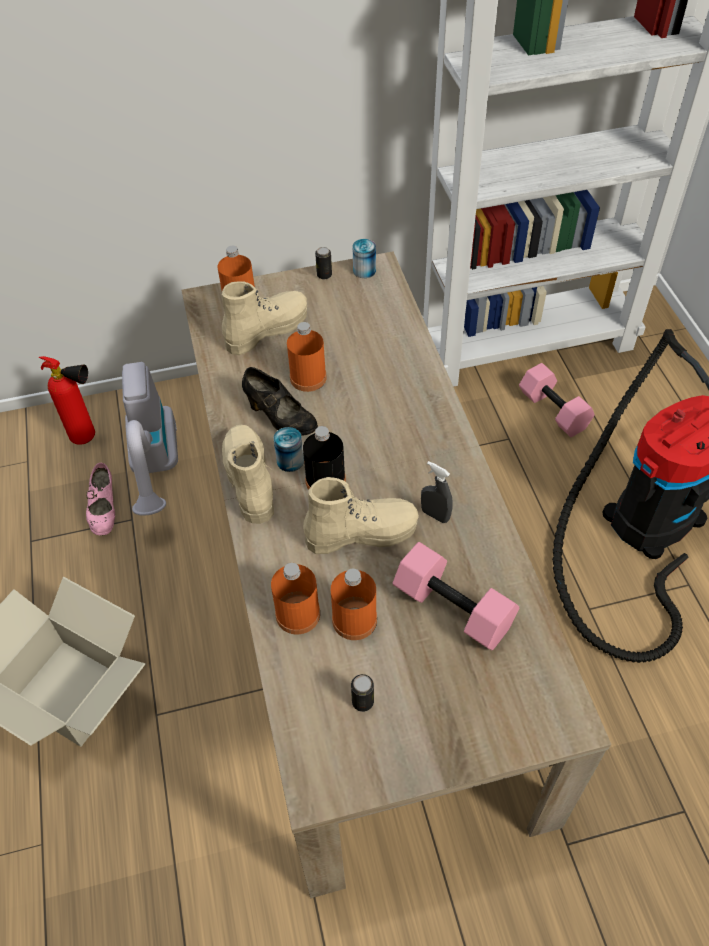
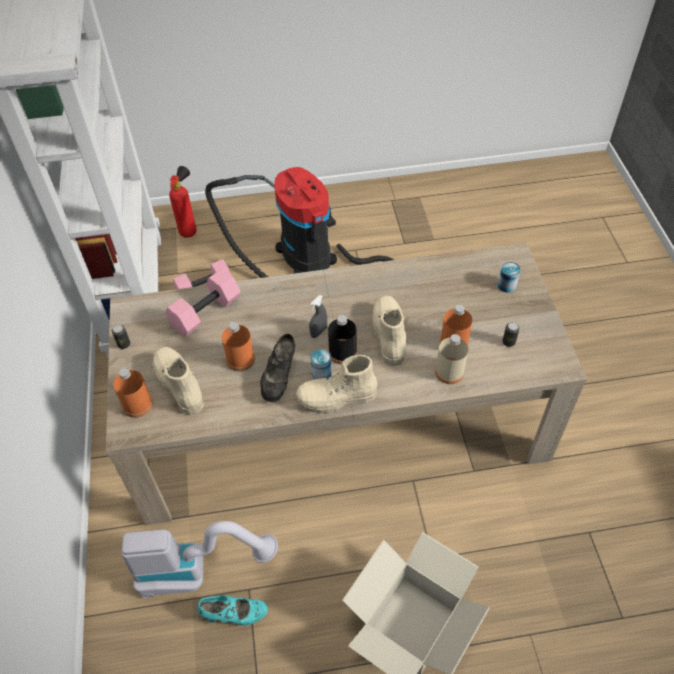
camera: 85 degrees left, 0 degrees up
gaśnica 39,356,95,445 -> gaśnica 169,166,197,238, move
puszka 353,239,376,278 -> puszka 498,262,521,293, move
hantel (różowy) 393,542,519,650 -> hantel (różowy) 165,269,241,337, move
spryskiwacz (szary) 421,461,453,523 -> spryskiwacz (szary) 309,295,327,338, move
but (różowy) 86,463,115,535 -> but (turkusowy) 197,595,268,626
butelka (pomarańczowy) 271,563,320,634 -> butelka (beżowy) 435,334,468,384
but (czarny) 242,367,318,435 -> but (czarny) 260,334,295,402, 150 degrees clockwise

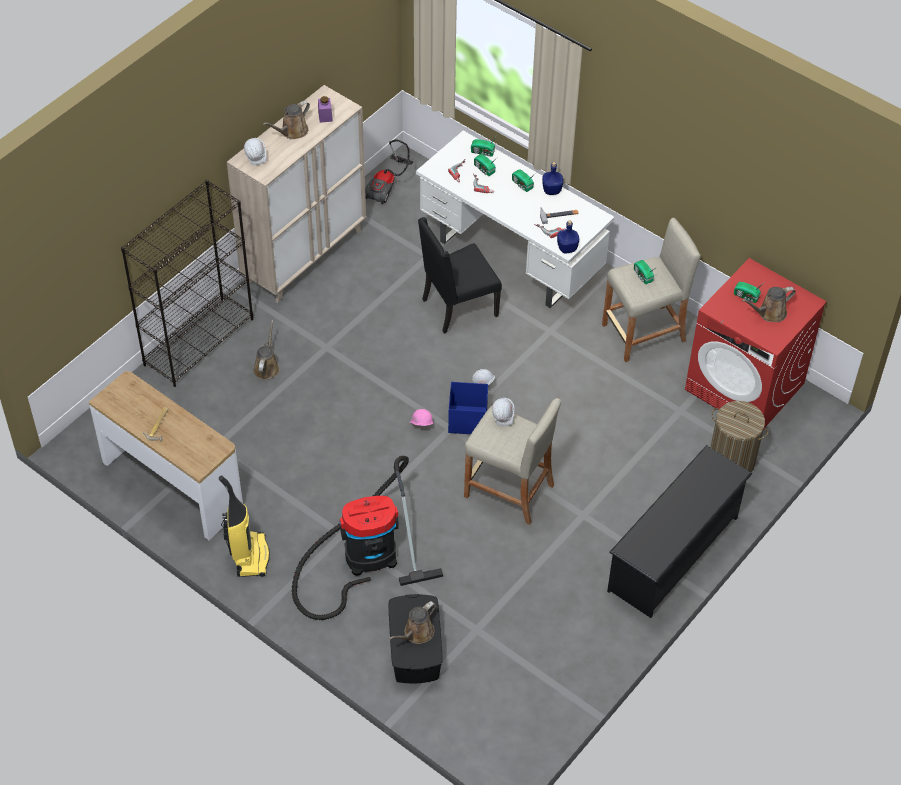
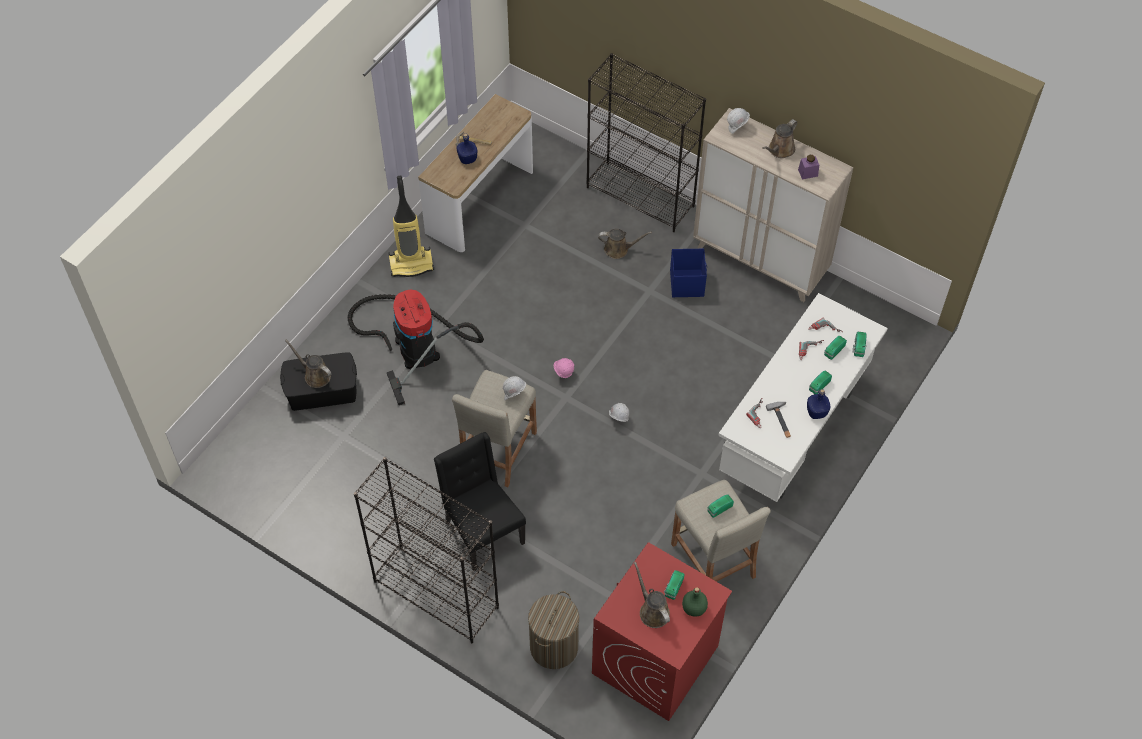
camera: 85 degrees right, 5 degrees up
odkurzacz 365,139,413,204 -> none
none -> butelka (zielony) 682,587,708,617
krzesło (czarny) 418,217,502,333 -> krzesło (czarny) 434,432,526,571, move
pojemnik do przechowywania (niebieski) 448,382,488,434 -> pojemnik do przechowywania (niebieski) 670,248,707,297, move
butelka (niebieski) 557,220,579,253 -> butelka (niebieski) 457,134,477,164, move
regał na buty (czarny) 607,445,752,618 -> regał (czarny) 354,457,499,644
konewka (brązowy) 263,101,310,139 -> konewka (brązowy) 762,119,797,158, 90 degrees counterclockwise

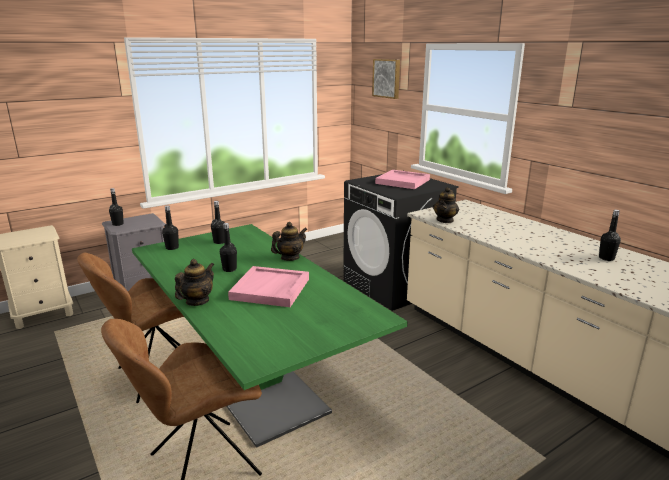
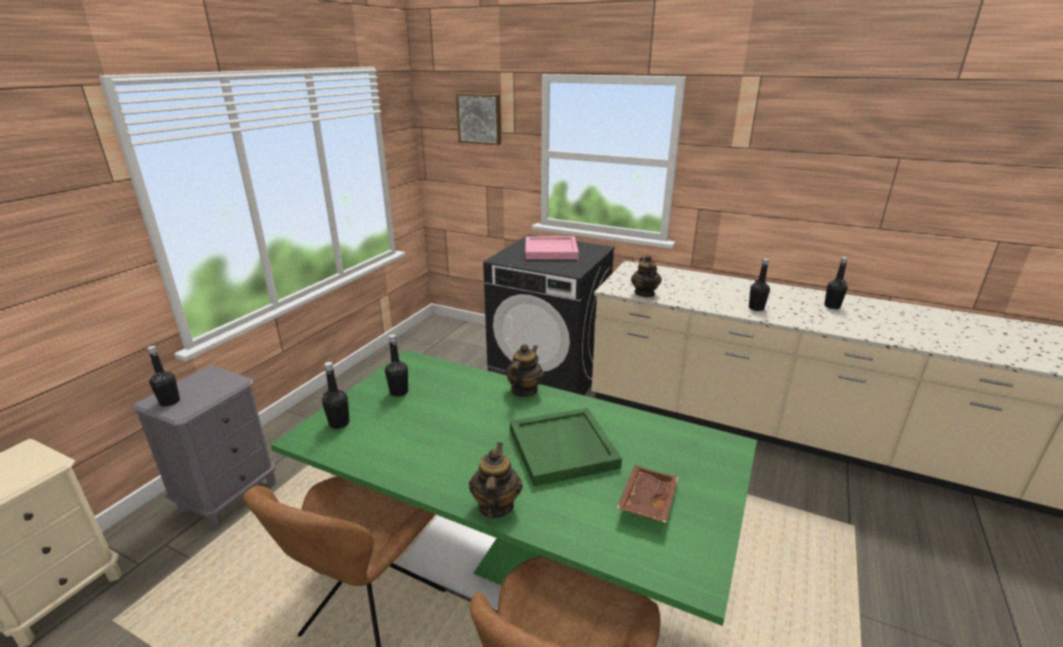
camera: 30 degrees left, 5 degrees up
none -> taca (brązowy) 617,465,678,523
butelka (czarny) 220,223,237,272 -> butelka (czarny) 749,258,770,311, move
taca (różowy) 228,266,309,307 -> taca (zielony) 510,408,622,487

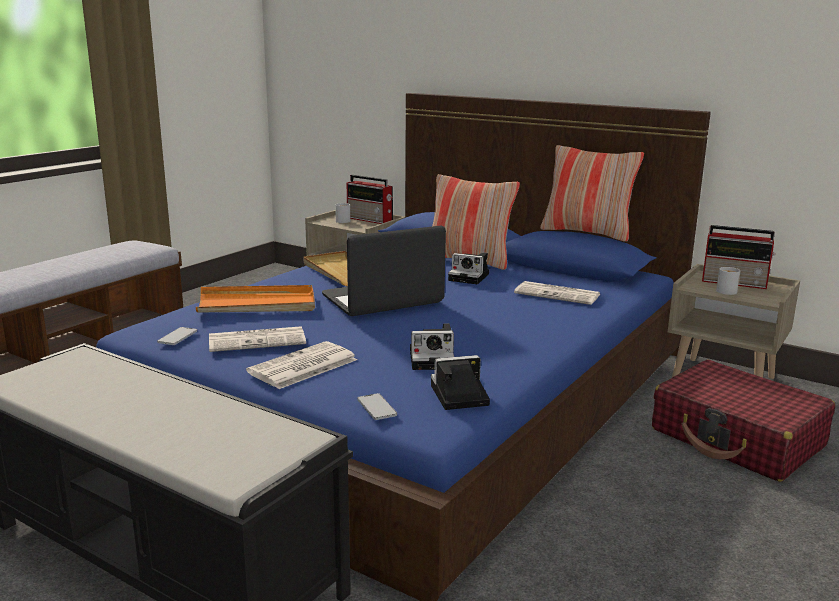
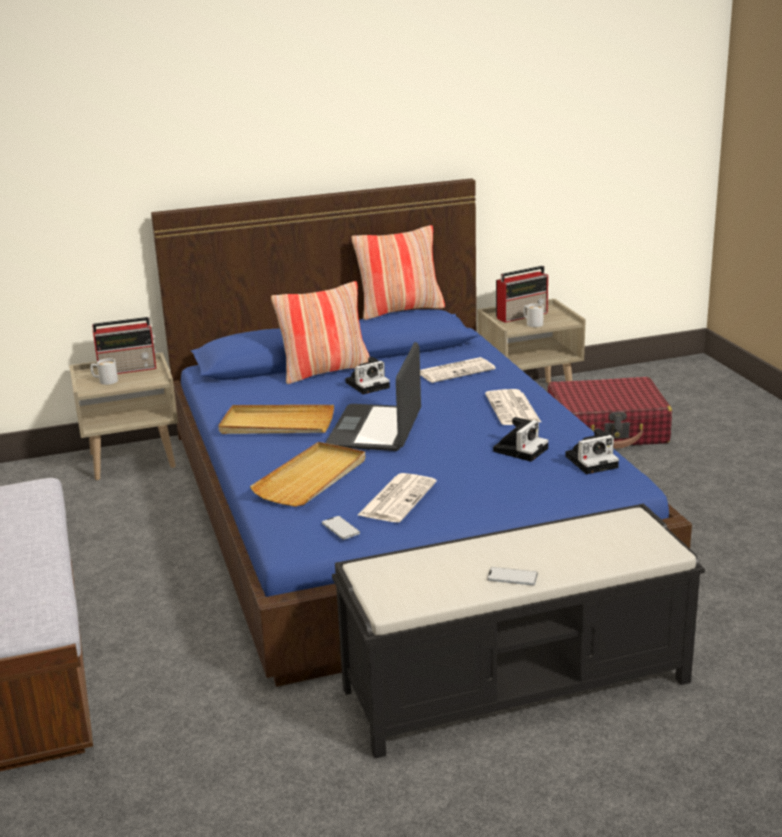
camera: 50 degrees left, 5 degrees up
gazeta 246,341,357,389 -> gazeta 485,389,541,425, move
telefon 357,393,397,420 -> telefon 487,567,538,585, move
taca (pomarańczowy) 196,285,315,313 -> taca (beżowy) 250,442,365,507
aparat fotograficzny 431,355,490,410 -> aparat fotograficzny 565,428,619,474, 135 degrees counterclockwise

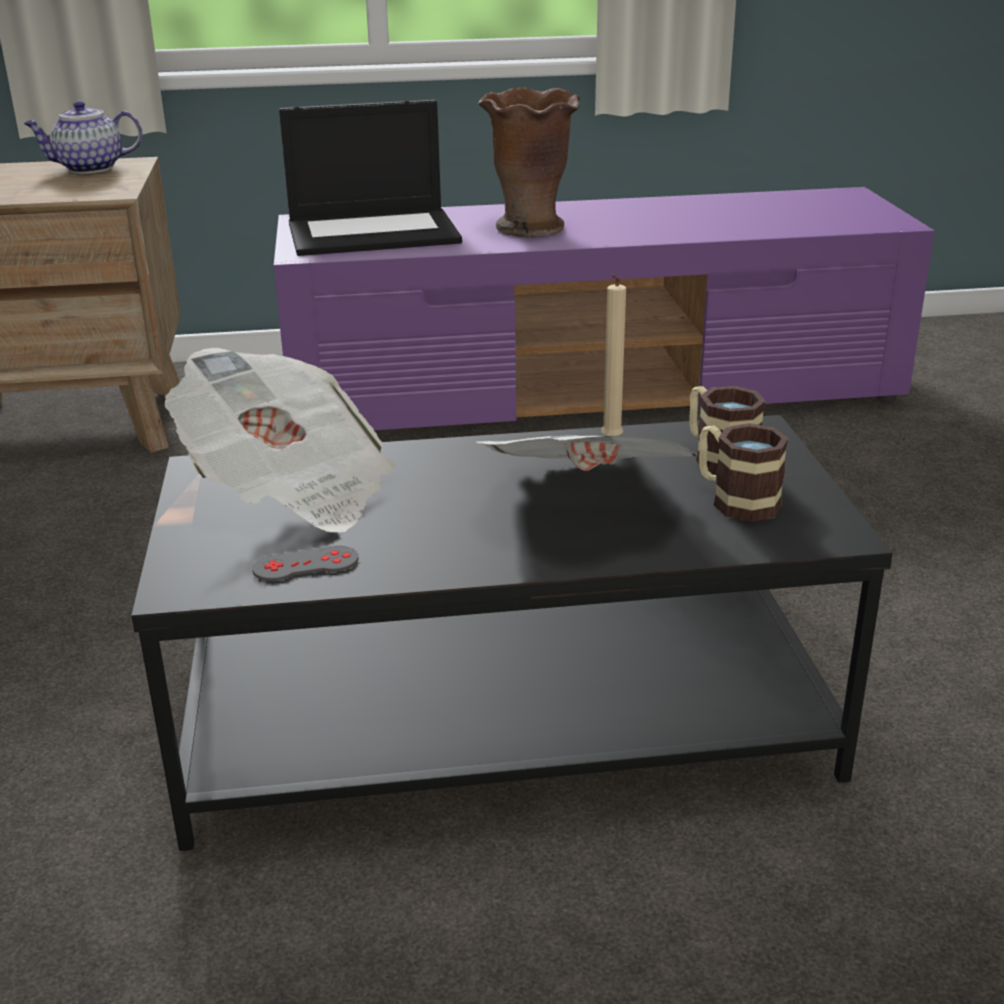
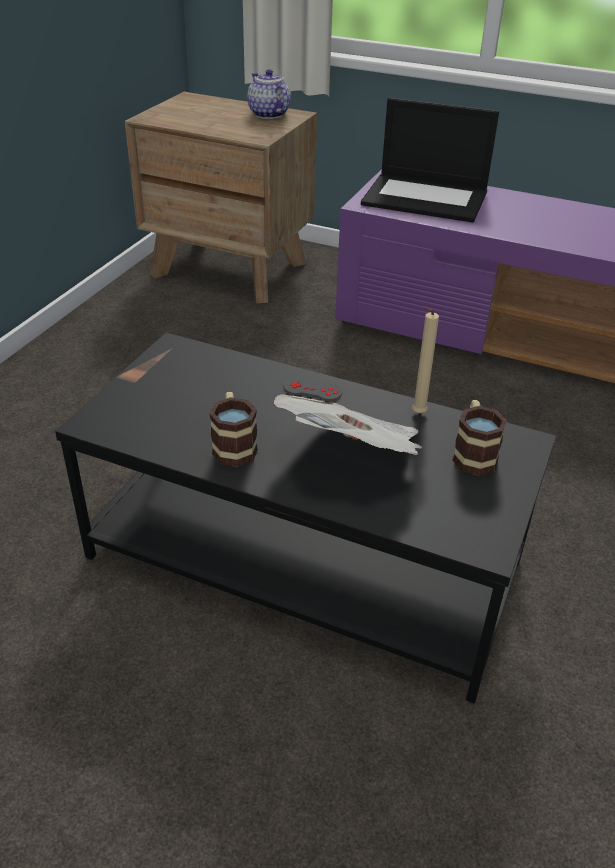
camera: 30 degrees right, 10 degrees up
gazeta 165,347,396,532 -> none
wazon (brązowy) 478,87,580,237 -> none
pad do gier (szary) 252,545,359,581 -> pad do gier (szary) 283,378,342,401, move
kubek 699,423,789,522 -> kubek 209,392,258,467, move
imbryk 24,101,143,174 -> imbryk 247,69,291,119, 45 degrees clockwise

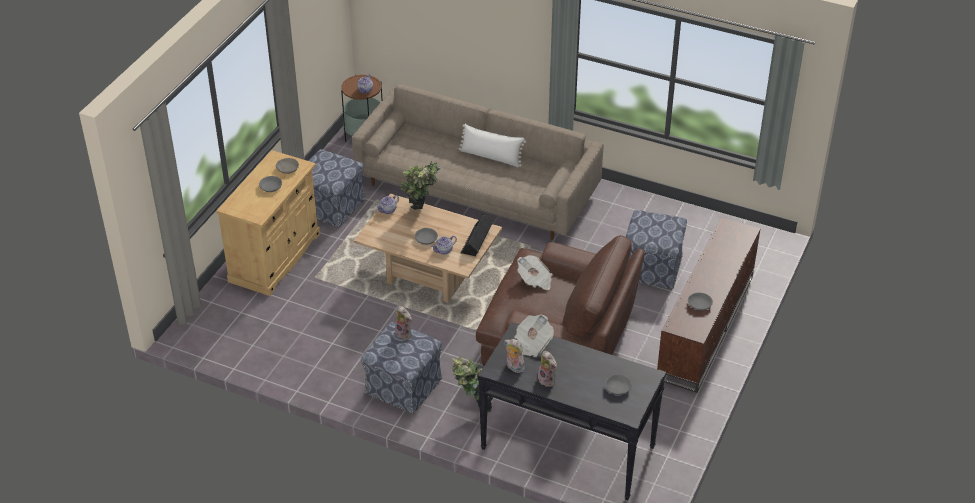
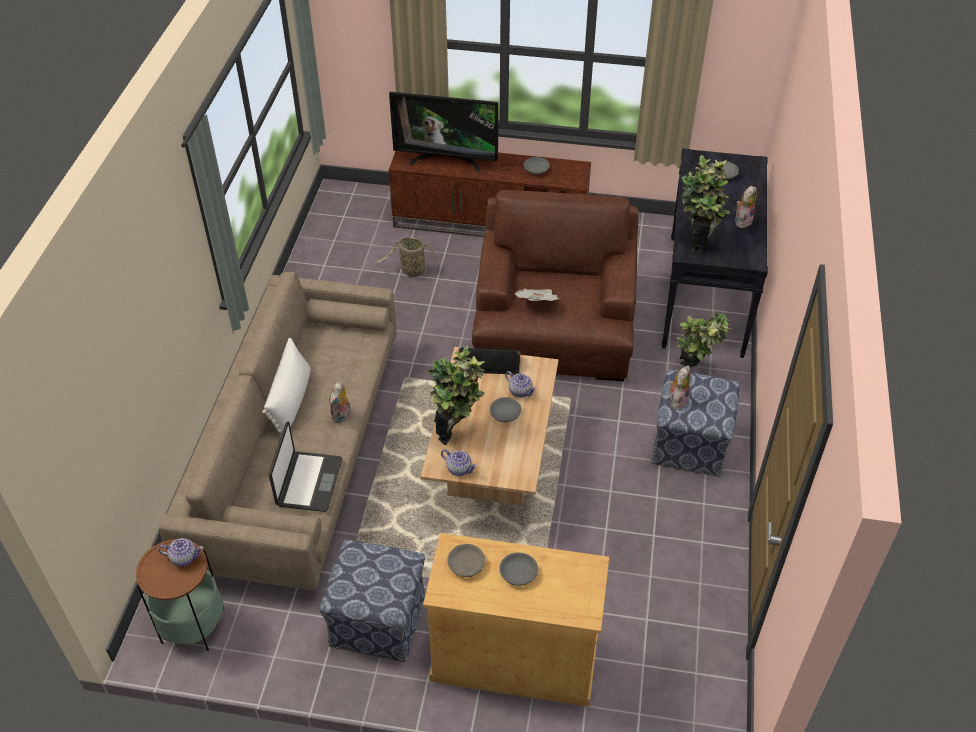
camera: 105 degrees left, 5 degrees up
none -> laptop 269,421,342,512
none -> telewizor 389,92,498,172
pluszak 505,339,527,373 -> pluszak 329,381,351,424, move
gazeta 514,315,554,357 -> roślina doniczkowa 681,155,730,254
pufa 626,210,687,289 -> koszyk 375,237,440,277

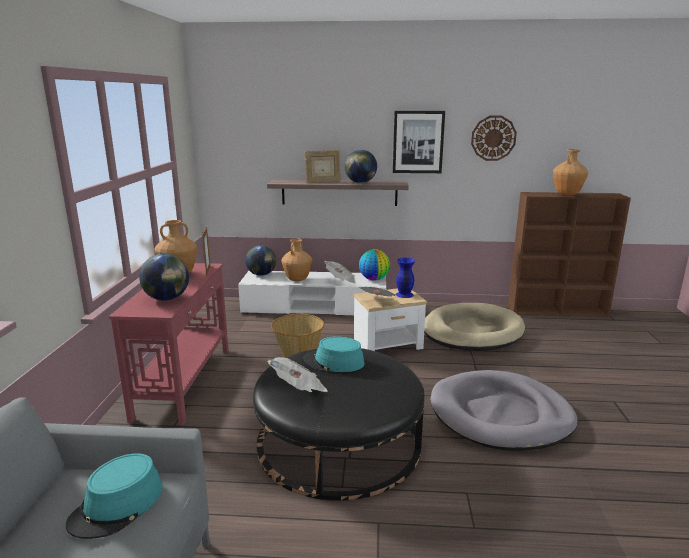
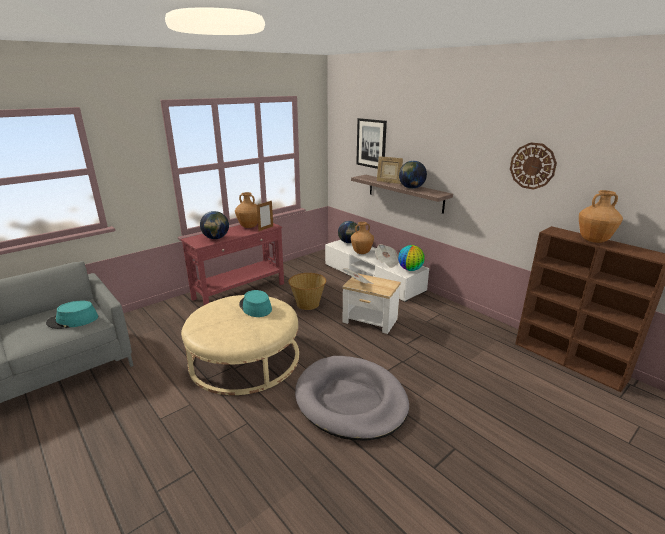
camera: 45 degrees right, 5 degrees up
gazeta 268,357,328,392 -> none
wazon (niebieski) 396,258,415,298 -> none
legowisko (beżowy) 424,303,525,351 -> none
obraz 393,111,445,173 -> obraz 356,118,387,169, move
pufa (czarny) 253,348,424,501 -> pufa (beżowy) 181,295,299,395

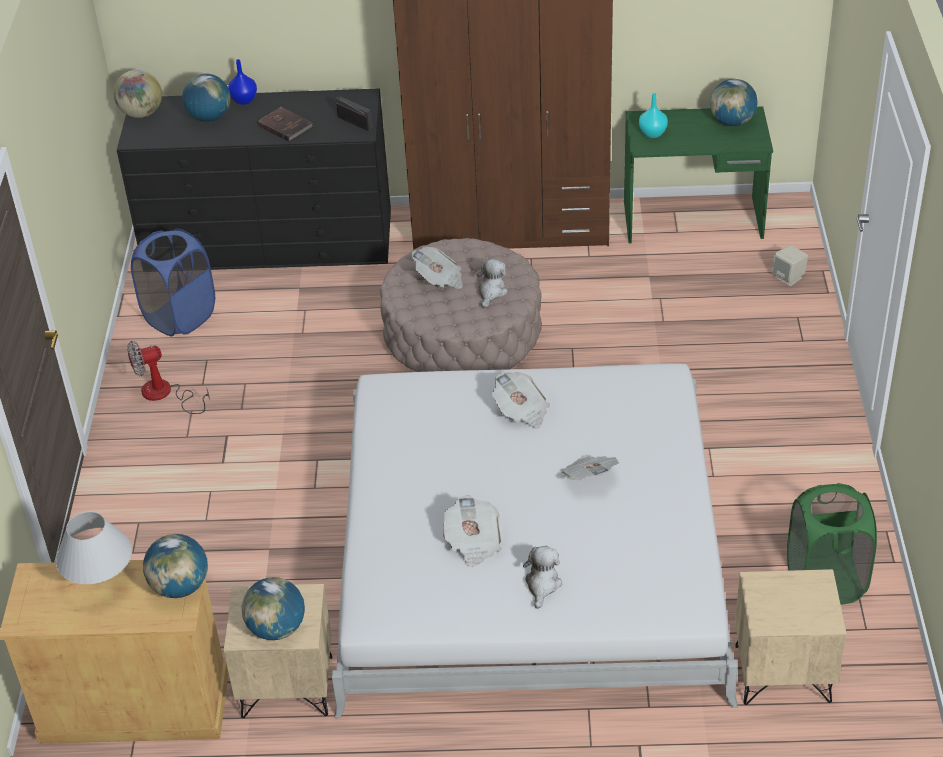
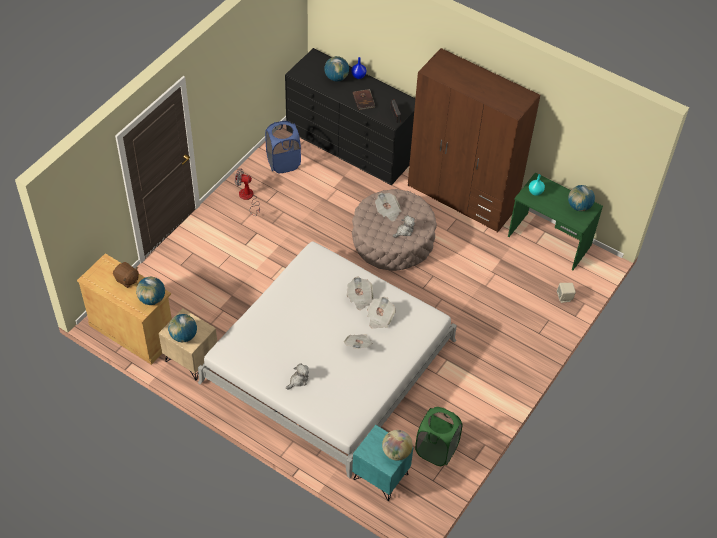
camera: 30 degrees right, 10 degrees up
globus 114,70,162,118 -> globus 382,430,413,461, move
gazeta 443,495,502,567 -> gazeta 367,297,395,329, move
lampa stołowa (biały) 56,512,132,584 -> pluszak (brązowy) 113,262,139,288
szafka nocna (beżowy) 735,569,846,705 -> szafka nocna (turkusowy) 352,425,413,501

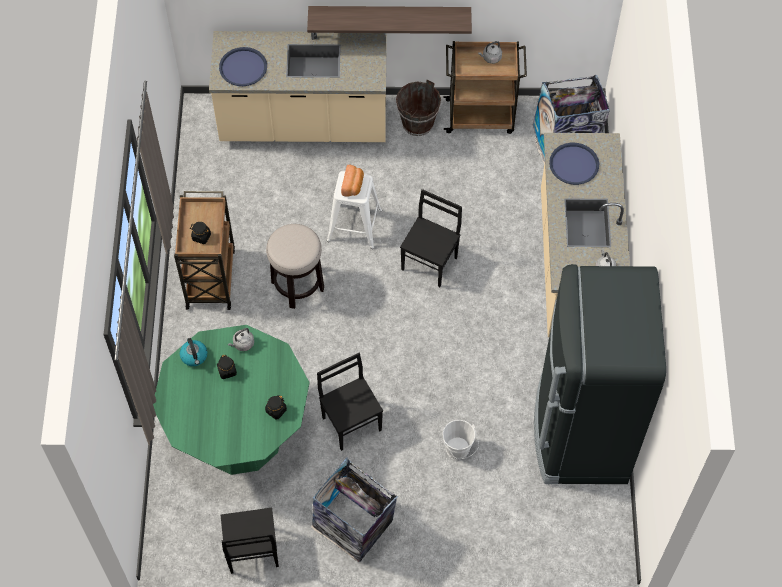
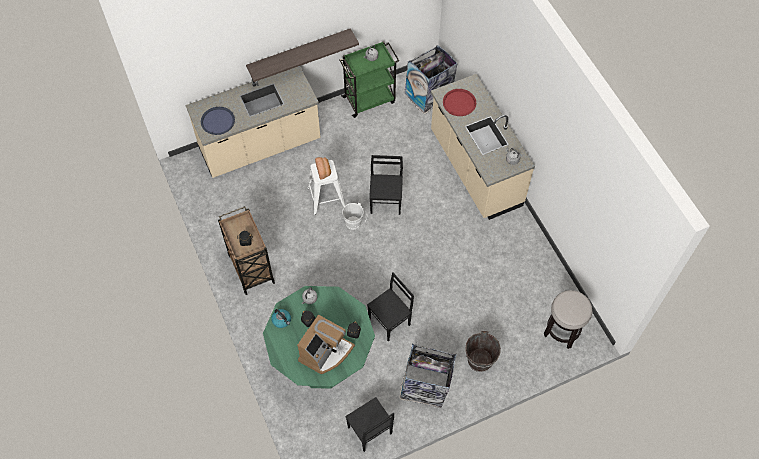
camera: 25 degrees left, 0 degrees up
lodówka (czarny) 534,264,666,484 -> none
none -> ekspres do kawy 297,315,355,375
stołek 266,224,324,309 -> stołek 544,290,593,349, move
wiadro (brązowy) 396,80,441,136 -> wiadro (brązowy) 465,330,501,372, move
wiadro (biały) 443,420,479,460 -> wiadro (biały) 342,202,366,230, move
wózek (brązowy) 443,41,527,134 -> wózek (zielony) 340,41,399,118
taca (niebieski) 549,143,599,185 -> taca (czerwony) 443,89,476,116
krzesło (czarny) 317,353,383,451 -> krzesło (czarny) 367,272,414,342, 105 degrees clockwise

